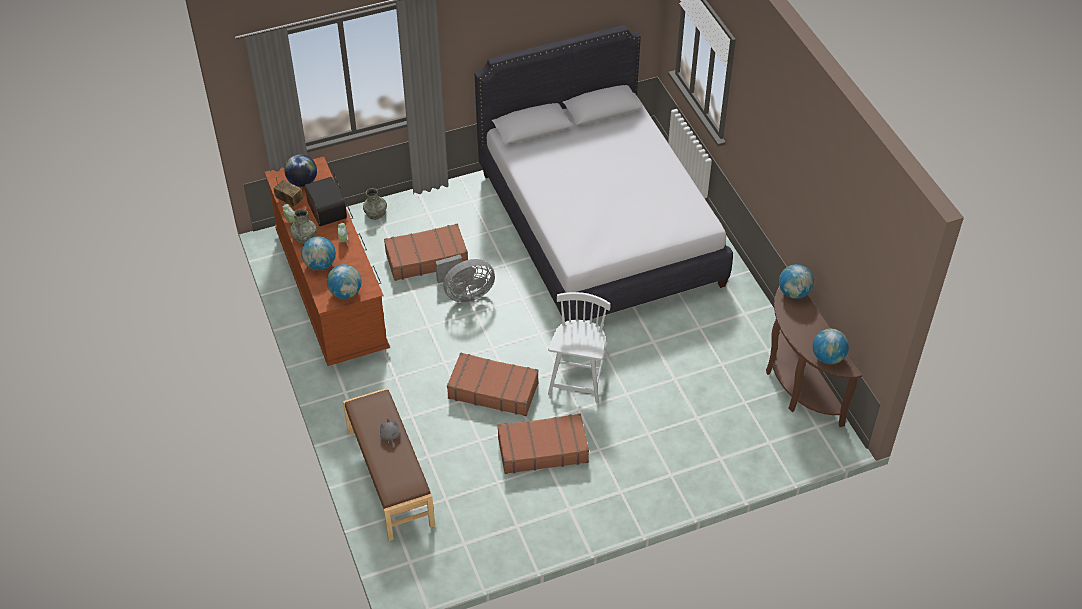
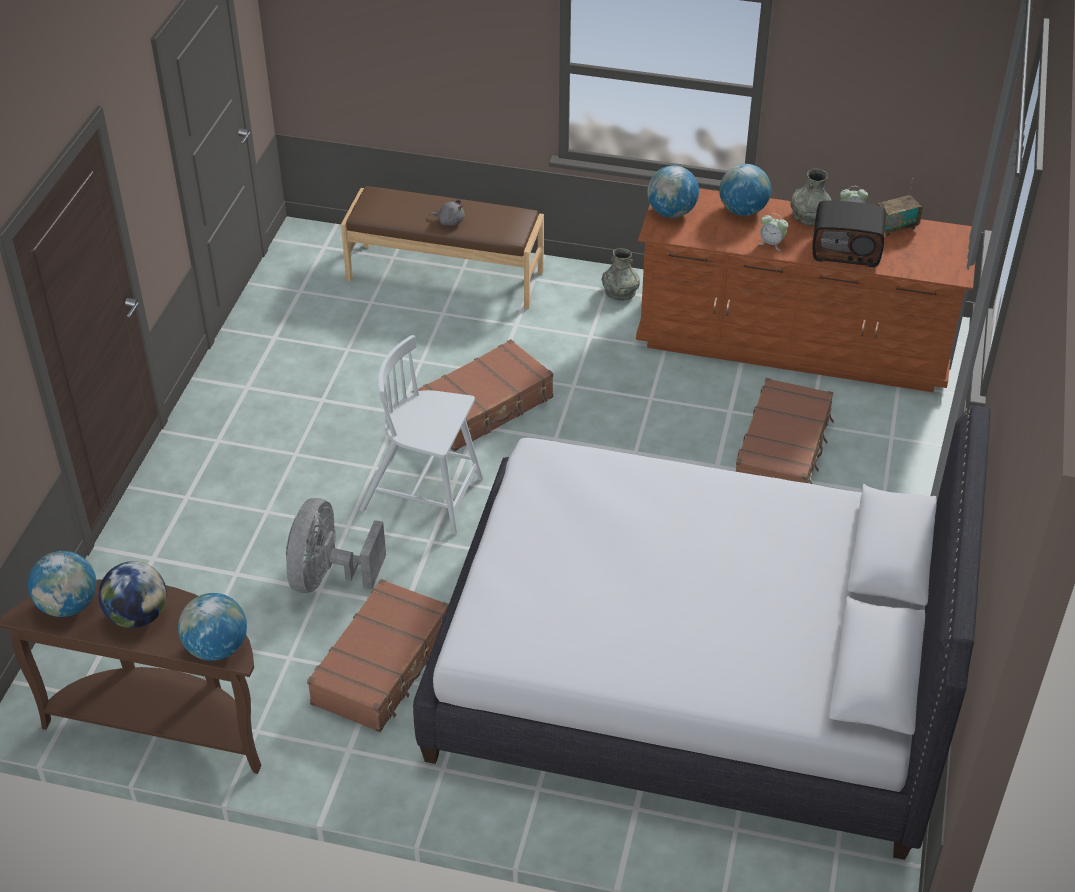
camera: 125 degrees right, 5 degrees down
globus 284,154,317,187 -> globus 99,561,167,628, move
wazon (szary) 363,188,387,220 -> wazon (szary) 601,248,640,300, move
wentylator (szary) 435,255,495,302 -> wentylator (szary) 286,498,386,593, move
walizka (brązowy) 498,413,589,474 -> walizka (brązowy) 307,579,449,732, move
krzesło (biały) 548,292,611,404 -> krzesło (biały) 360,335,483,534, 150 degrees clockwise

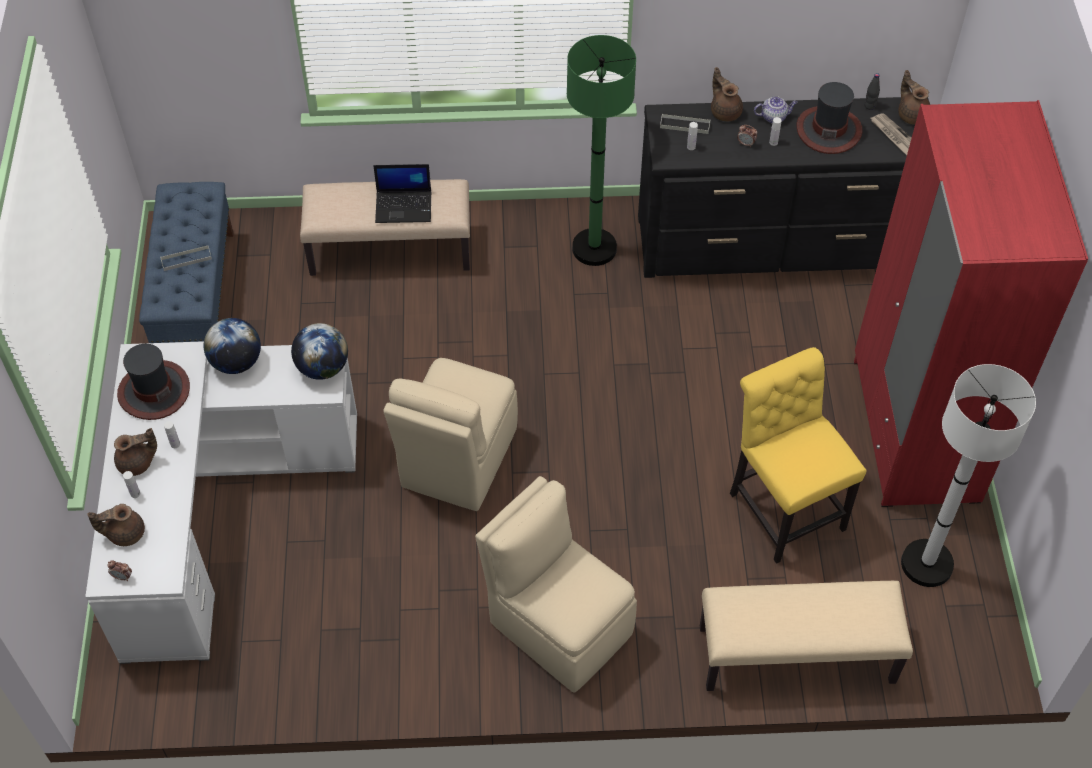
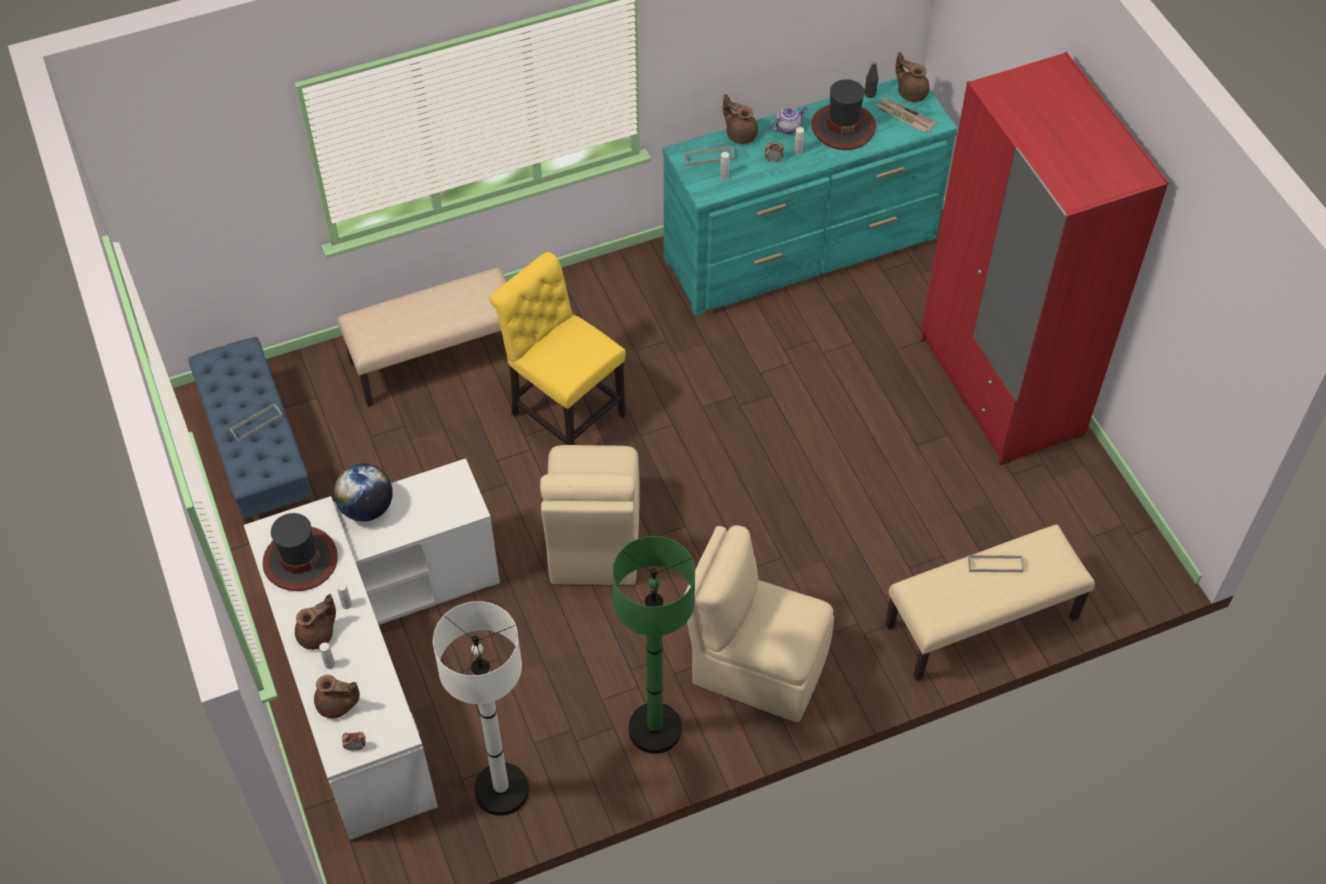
camera: 20 degrees left, 0 degrees up
globus 291,323,348,380 -> none
laptop 373,164,431,223 -> none
none -> taca (szary) 968,555,1024,572
lampa stojąca (zielony) 567,35,636,266 -> lampa stojąca (zielony) 612,536,695,754, move
krzesło (żółty) 730,347,867,564 -> krzesło (żółty) 489,252,626,445, move
lampa stojąca (biały) 901,364,1036,587 -> lampa stojąca (biały) 433,601,529,816, move
komoda (czarny) 638,97,929,278 -> komoda (turkusowy) 663,78,958,316
imbryk (brązowy) 87,504,145,546 -> imbryk (brązowy) 314,675,360,719, 135 degrees counterclockwise

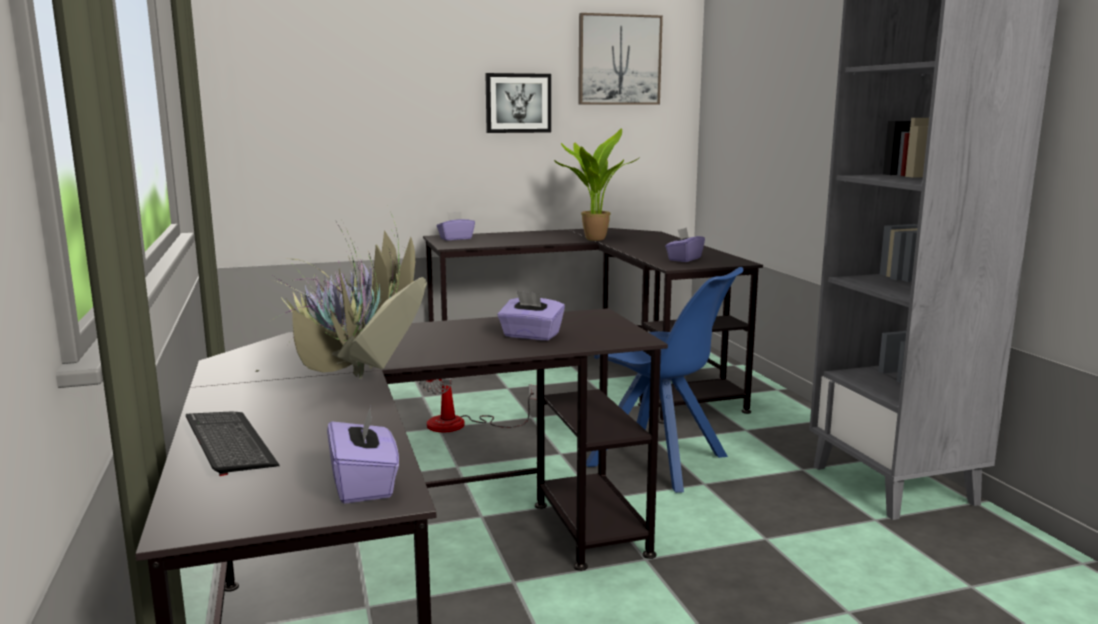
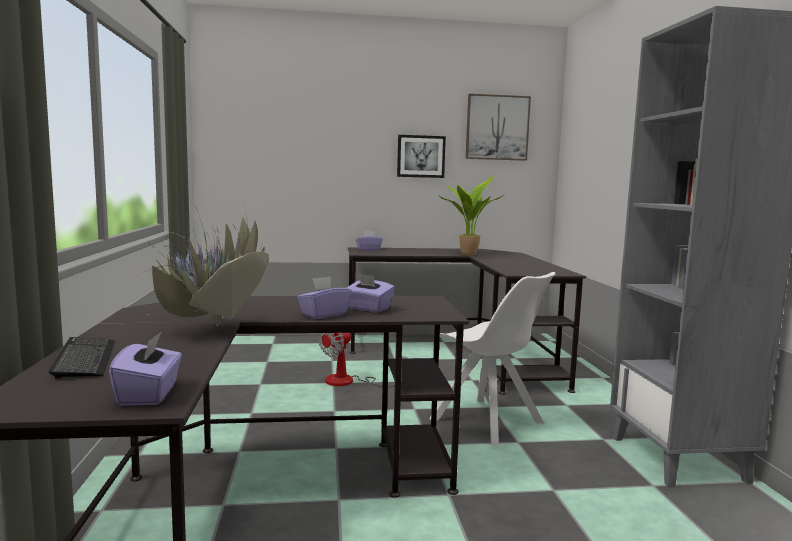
camera: 10 degrees right, 5 degrees down
pudełko chusteczek (fioletowy) 665,227,705,262 -> pudełko chusteczek (fioletowy) 297,277,352,319, move
krzesło (niebieski) 586,267,743,493 -> krzesło (biały) 430,272,556,447

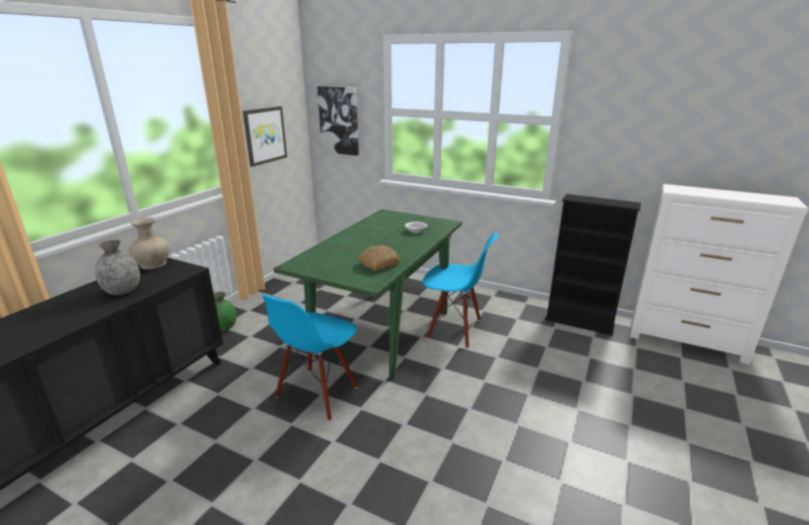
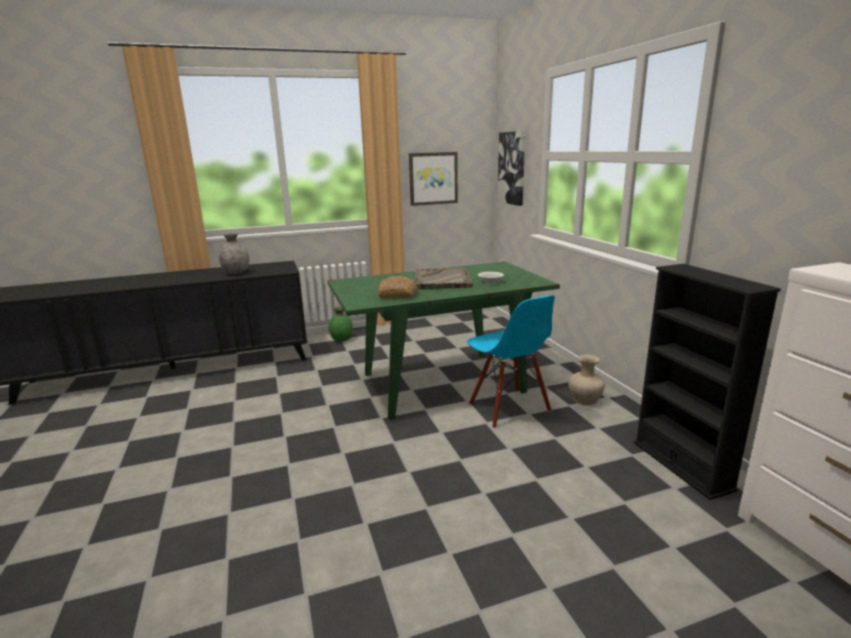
camera: 45 degrees right, 5 degrees down
krzesło (niebieski) 262,295,358,421 -> none
none -> taca (szary) 415,267,473,289
wazon (beżowy) 128,218,170,270 -> wazon (beżowy) 568,354,605,405, move

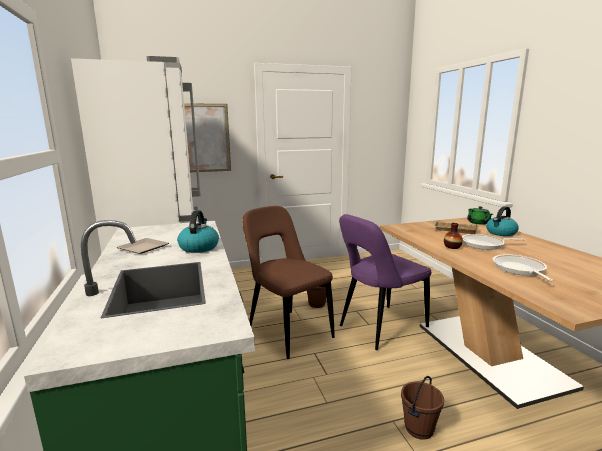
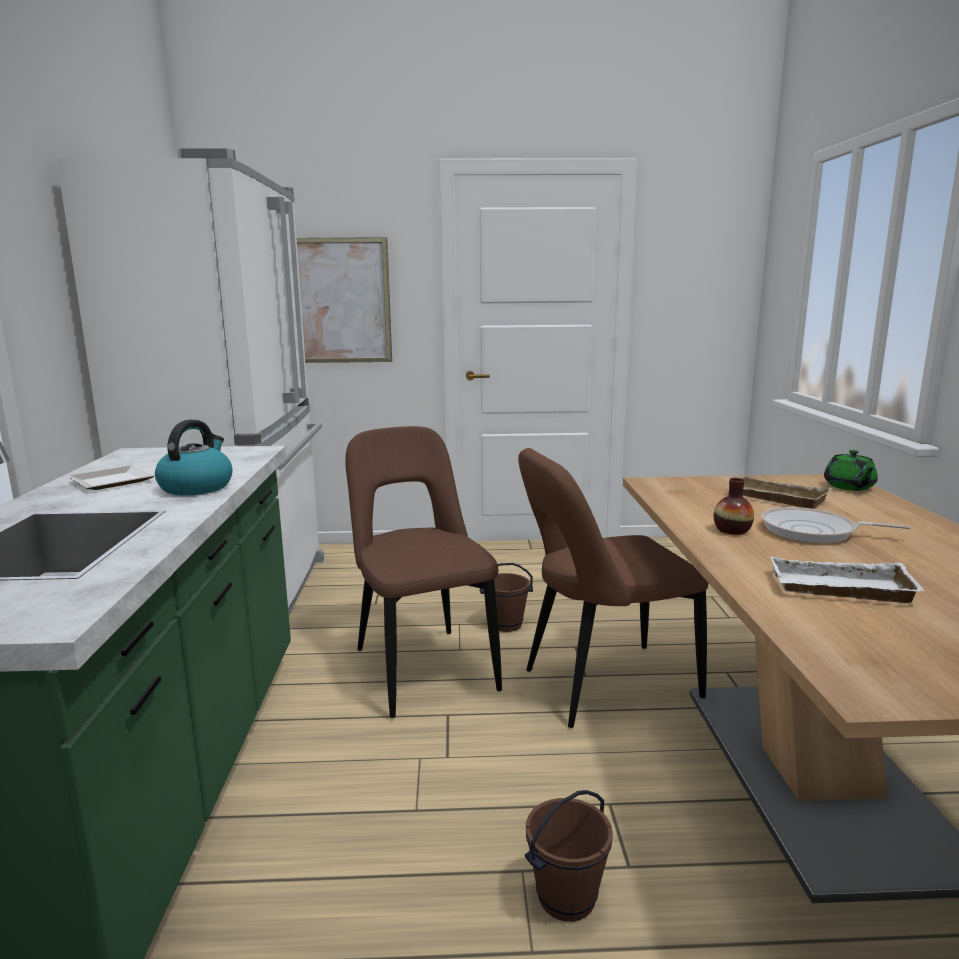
camera: 15 degrees right, 0 degrees up
czajnik 486,206,519,236 -> none
patelnia 493,254,553,282 -> taca (biały) 771,557,925,603
krzesło (fioletowy) 339,214,431,350 -> krzesło (brązowy) 518,448,709,728

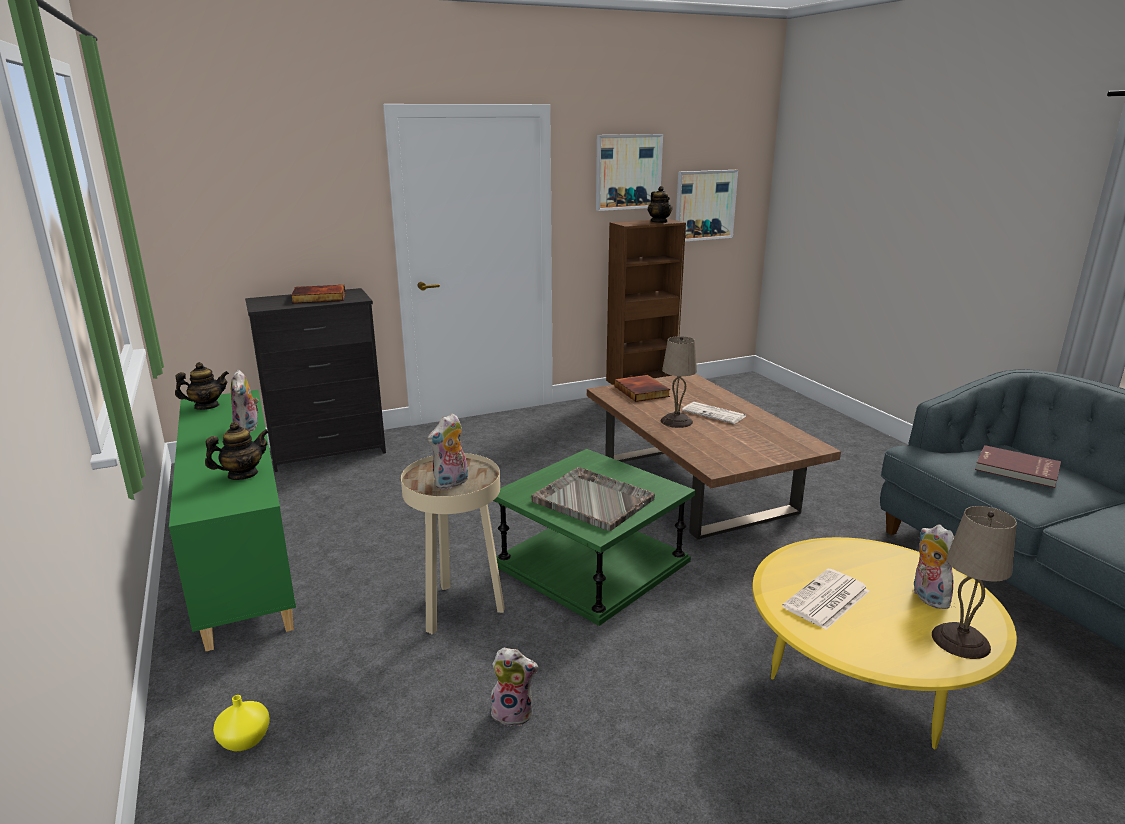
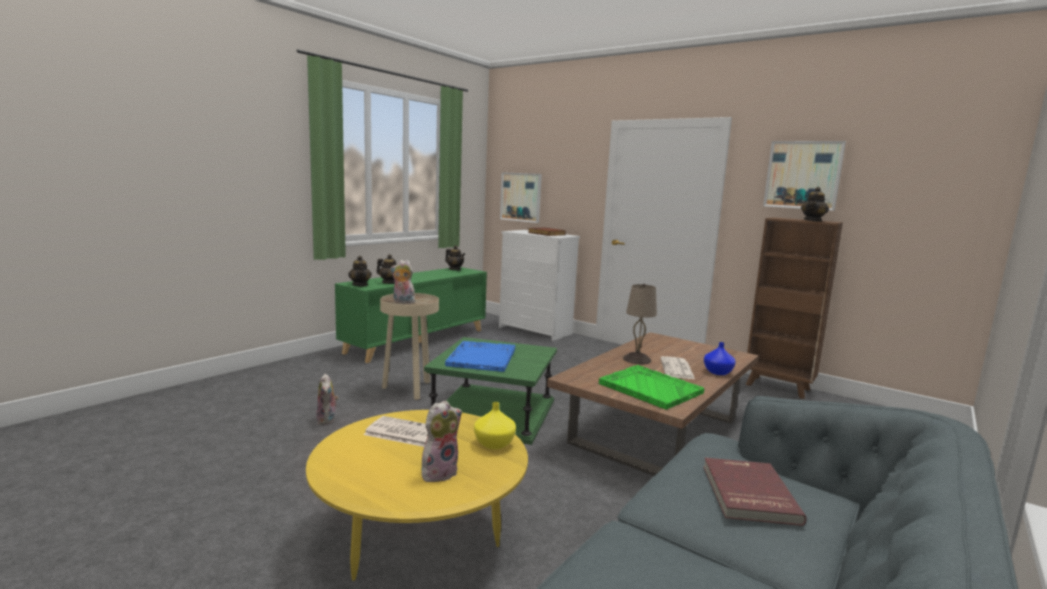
camera: 60 degrees right, 10 degrees down
pluszak 231,370,260,432 -> none
książka 615,375,670,402 -> none
lampa stołowa (beżowy) 932,506,1017,659 -> none
none -> imbryk 348,256,372,286
none -> taca (zielony) 599,365,705,409
none -> wazon (niebieski) 704,342,736,375
wazon (żółty) 213,695,270,751 -> wazon (żółty) 474,402,516,449, move
obraz 676,170,738,242 -> obraz 500,172,542,223, move
komoda (czarny) 245,288,386,472 -> komoda (biały) 499,230,580,341
taca (szary) 531,467,655,531 -> taca (niebieski) 445,341,515,372

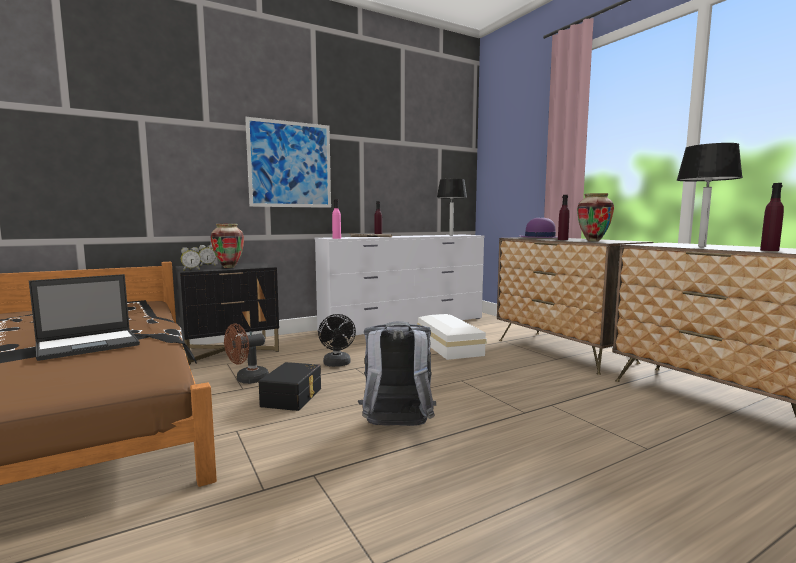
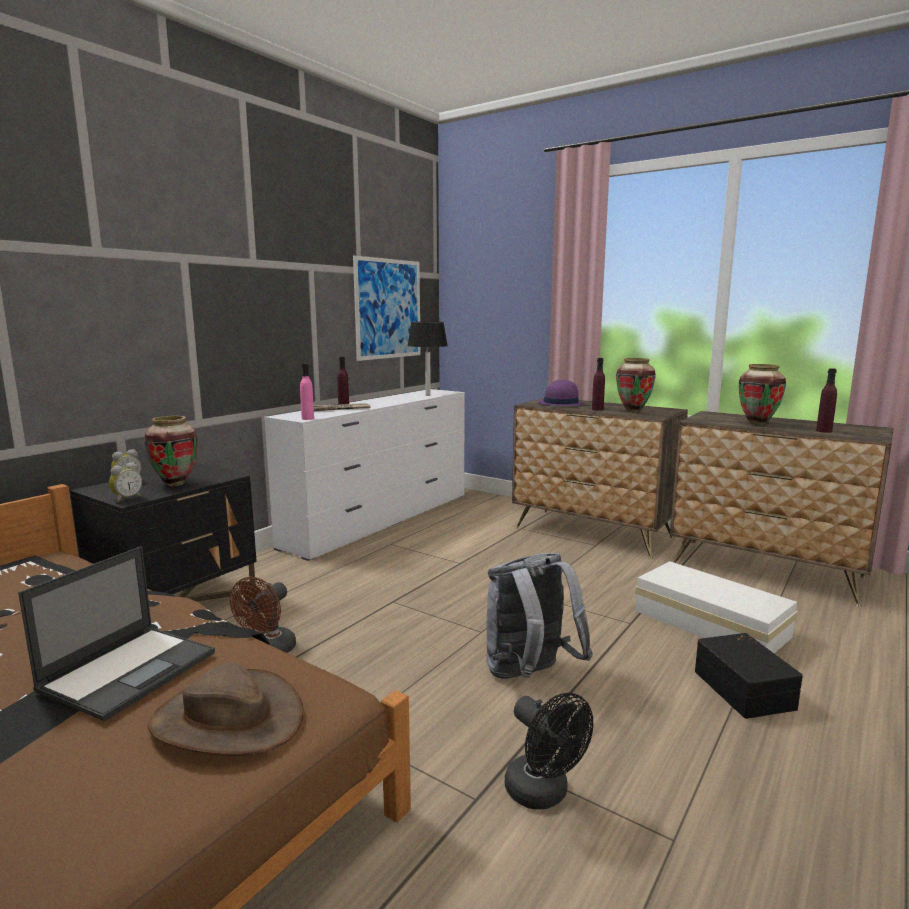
camera: 25 degrees left, 5 degrees up
none -> kapelusz (brązowy) 147,662,304,756
obraz 245,117,331,208 -> obraz 353,255,421,361, move
pojemnik do przechowywania (czarny) 259,362,321,411 -> pojemnik do przechowywania (czarny) 695,633,803,719, move
wentylator (czarny) 318,314,356,367 -> wentylator (czarny) 505,693,593,809, move
pojemnik do przechowywania (biały) 417,314,487,360 -> pojemnik do przechowywania (biały) 635,561,798,653, move
lampa stołowa (czarny) 676,143,743,247 -> wazon 739,364,786,425

